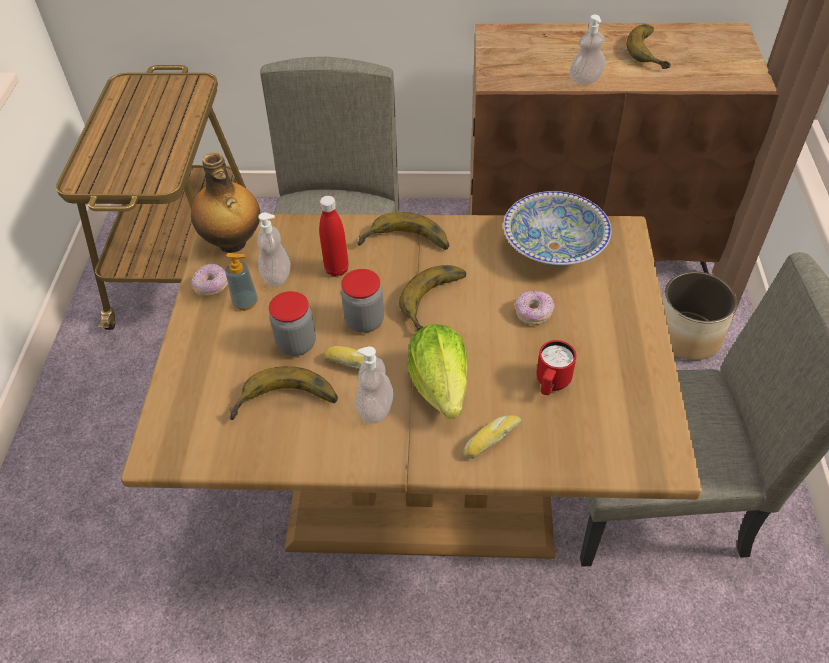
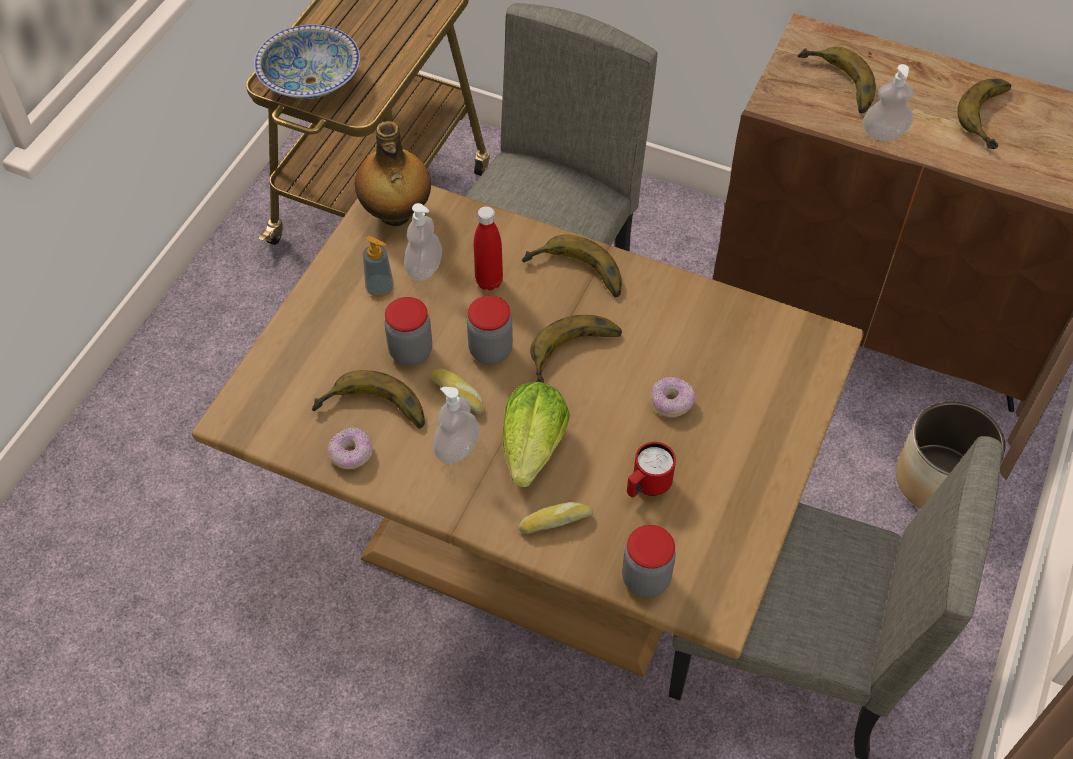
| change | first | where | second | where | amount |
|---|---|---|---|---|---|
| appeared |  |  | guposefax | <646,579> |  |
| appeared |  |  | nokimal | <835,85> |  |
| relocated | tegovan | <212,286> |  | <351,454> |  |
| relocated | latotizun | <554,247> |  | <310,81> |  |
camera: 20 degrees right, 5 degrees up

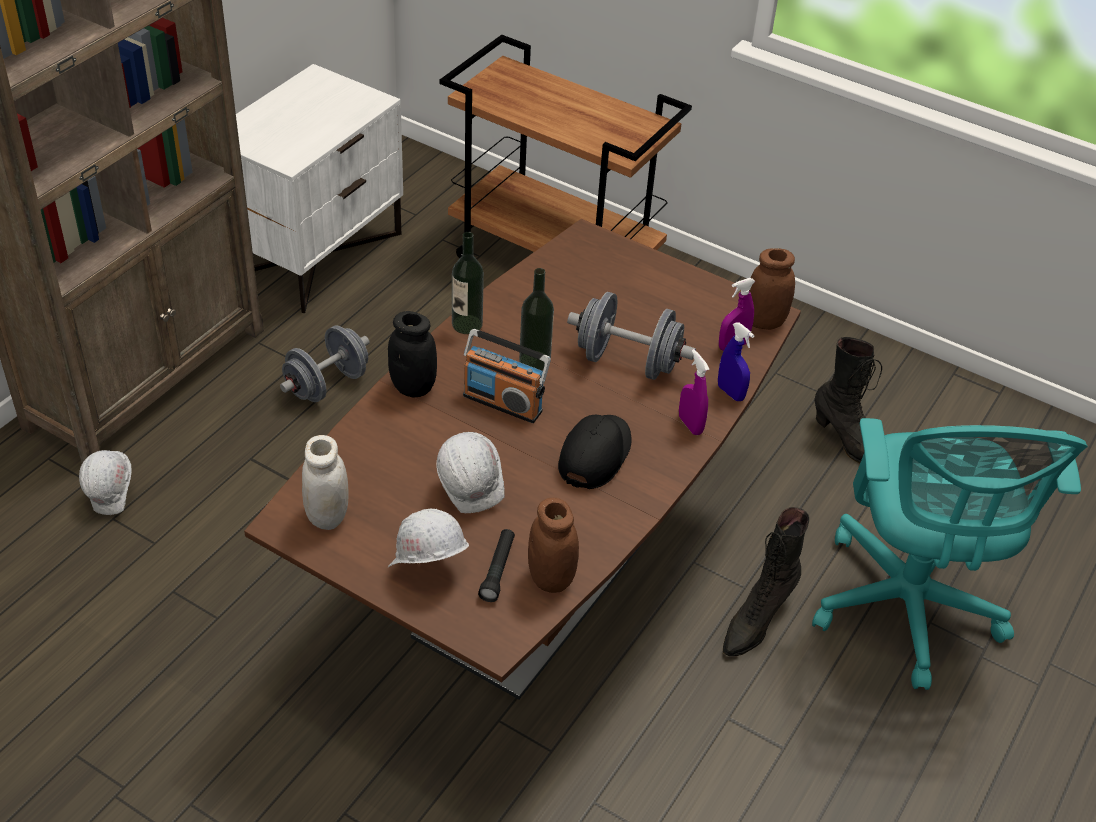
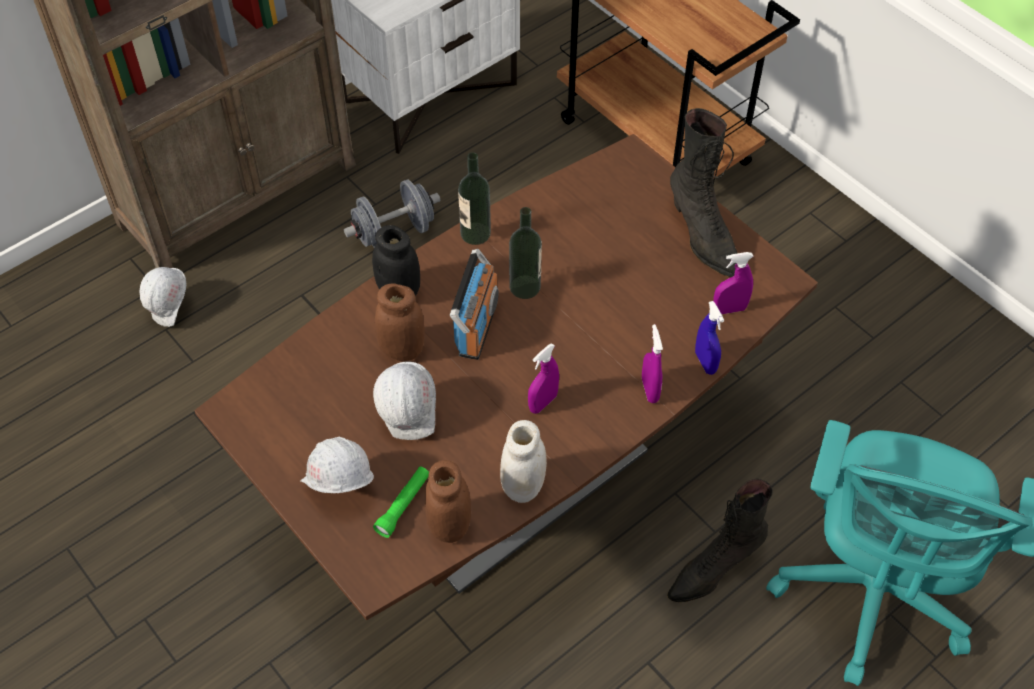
| change | first | where | second | where | amount |
|---|---|---|---|---|---|
| missing | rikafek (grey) | <628,362> |  |  |  |
| relocated | guposefax (white) | <327,516> |  | <523,486> |  |
| relocated | guposefax (brown) | <764,321> |  | <402,350> |  |
| relocated | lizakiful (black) | <850,444> |  | <702,237> |  |
| exchanged | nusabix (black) | <595,455> | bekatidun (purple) | <543,403> |  |
| colour | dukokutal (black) | <497,570> | dukokutal (green) | <403,505> |  |
| spun | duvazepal | <503,402> |  | <477,327> | 120 degrees counterclockwise |
camera: 20 degrees right, 10 degrees up

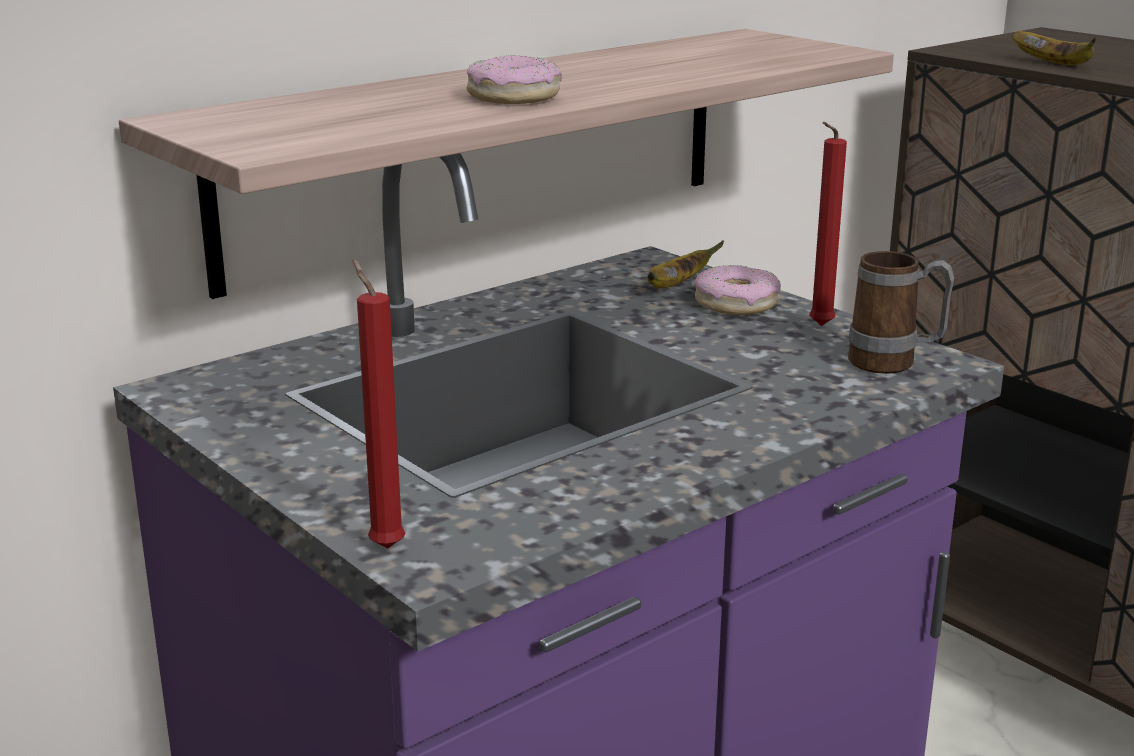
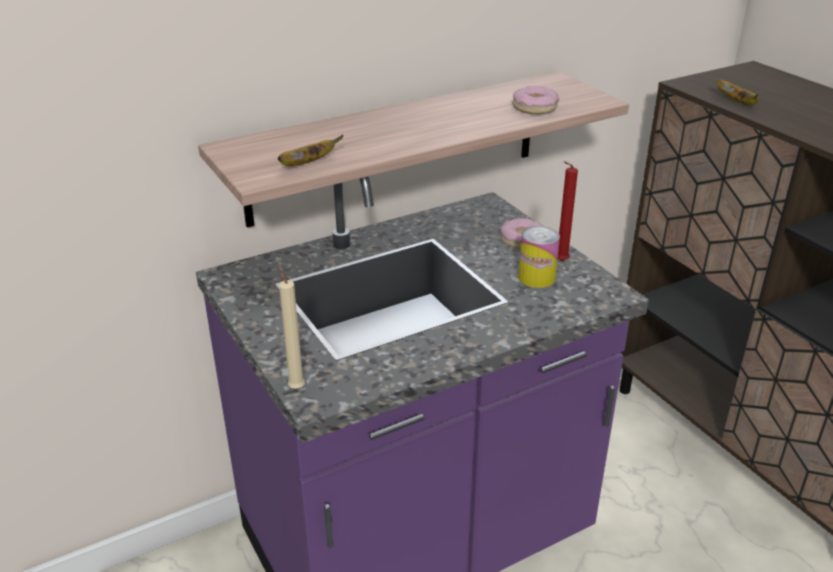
| change | first | where | second | where | amount |
|---|---|---|---|---|---|
| missing | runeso | <895,364> |  |  |  |
| appeared |  |  | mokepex | <536,277> |  |
| relocated | tegovan | <513,96> |  | <534,107> |  |
| relocated | nokimal | <676,286> |  | <308,163> |  |
| colour | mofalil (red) | <384,545> | mofalil (beige) | <296,387> |  |
camera: 10 degrees right, 10 degrees up

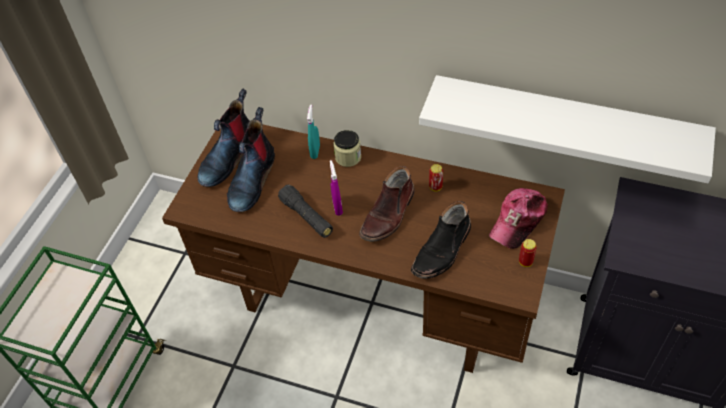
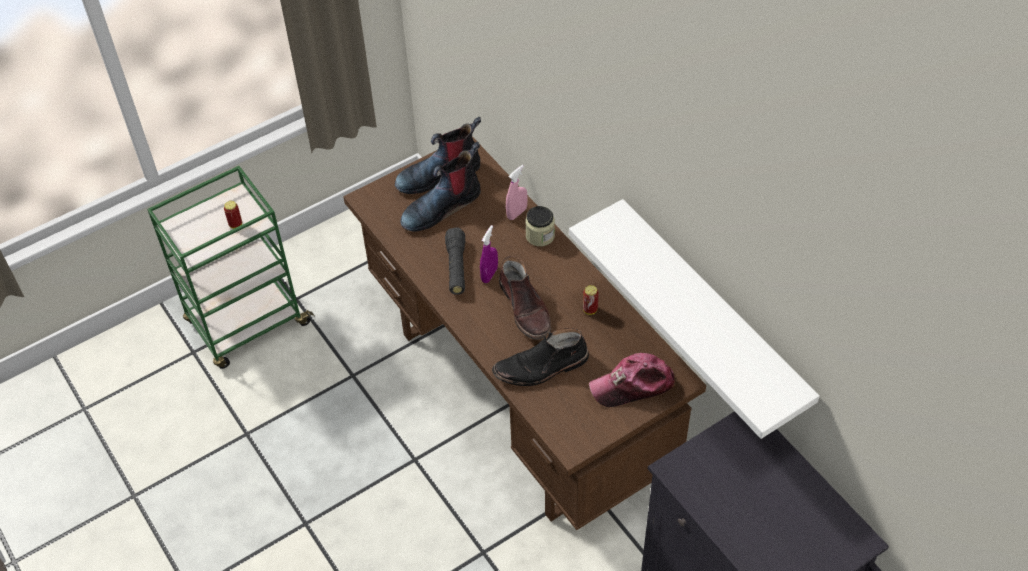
| change | first | where | second | where | amount |
|---|---|---|---|---|---|
| relocated | mokepex | <525,262> |  | <235,224> |  |
| colour | bekatidun (turquoise) | <315,151> | bekatidun (pink) | <517,213> |  |
| spun | lizakiful (brown) | <389,214> |  | <526,308> | 90 degrees counterclockwise |
camera: 35 degrees right, 0 degrees up

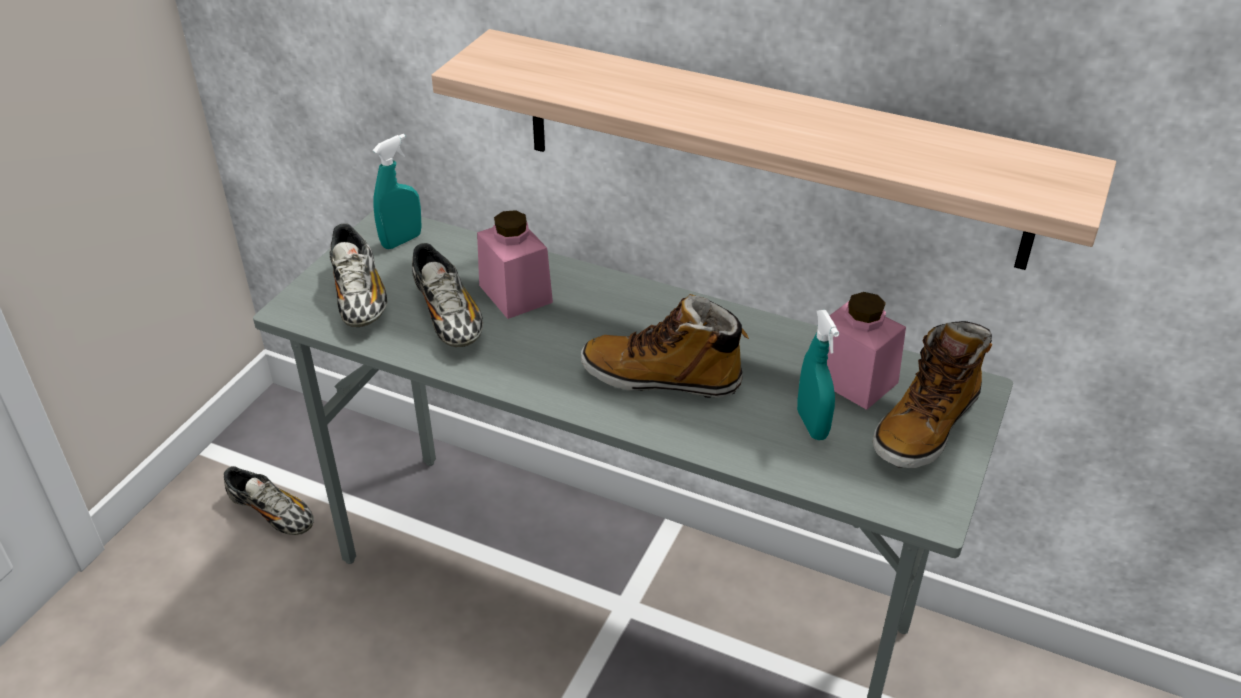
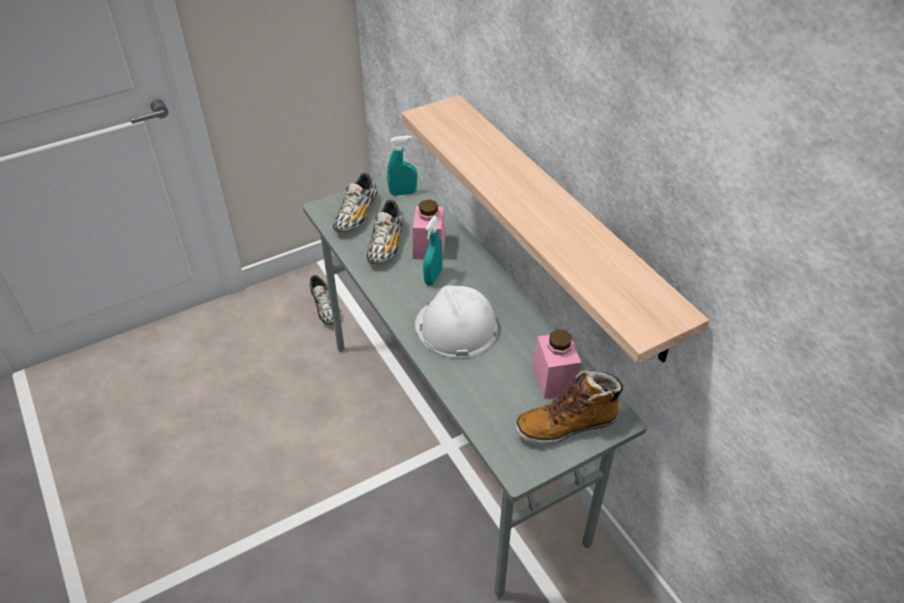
| change | first | where | second | where | amount |
|---|---|---|---|---|---|
| relocated | bekatidun (turquoise) | <812,425> |  | <433,277> |  |
| exchanged | lizakiful | <662,378> | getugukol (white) | <456,327> |  |
camera: 35 degrees right, 5 degrees up

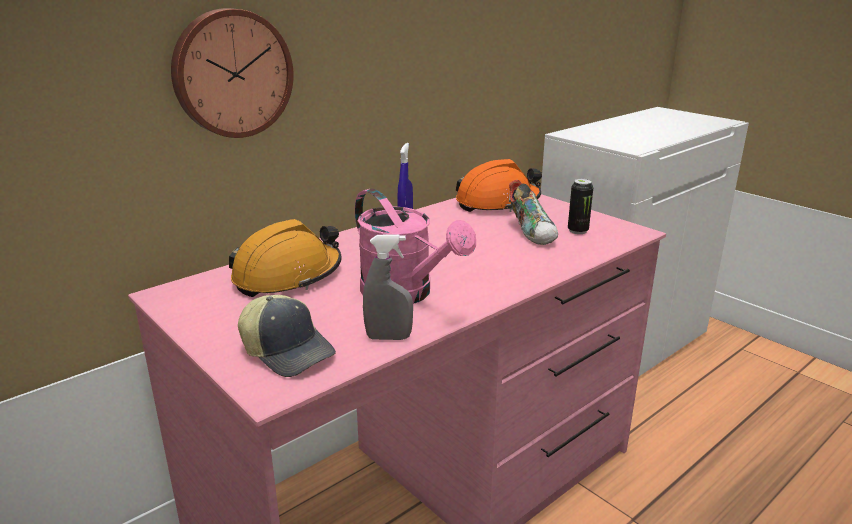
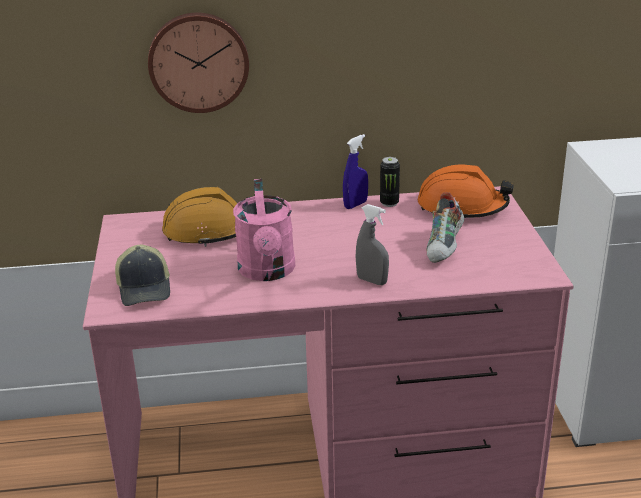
| change | first | where | second | where | amount |
|---|---|---|---|---|---|
| relocated | bekatidun (grey) | <388,337> |  | <372,281> |  |
| relocated | mokepex | <577,231> |  | <389,203> |  |
camera: 35 degrees right, 5 degrees up

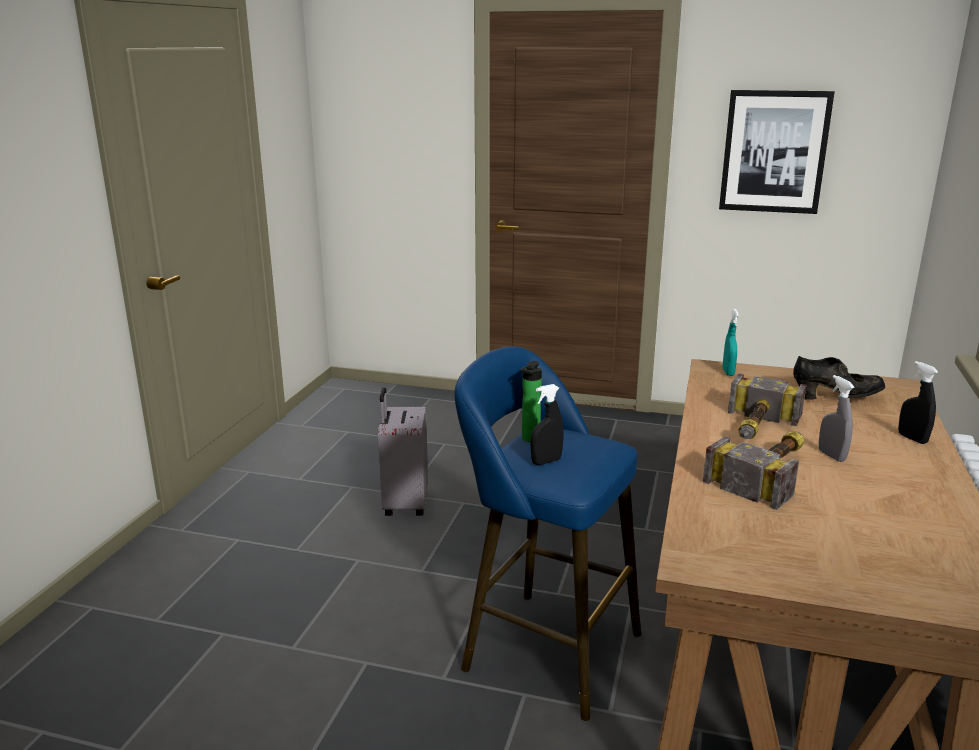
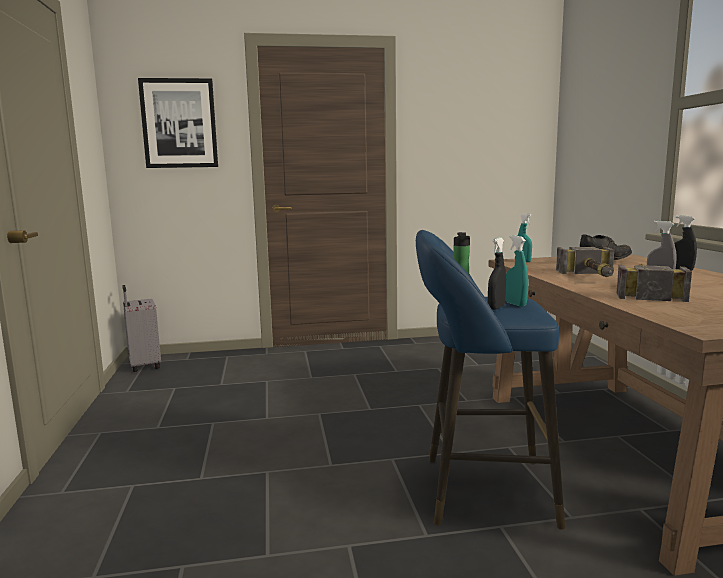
| change | first | where | second | where | amount |
|---|---|---|---|---|---|
| appeared |  |  | bekatidun (turquoise) | <515,304> |  |
| relocated | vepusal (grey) | <404,504> |  | <143,366> |  |
| relocated | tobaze | <774,152> |  | <179,123> |  |
camera: 25 degrees left, 10 degrees down

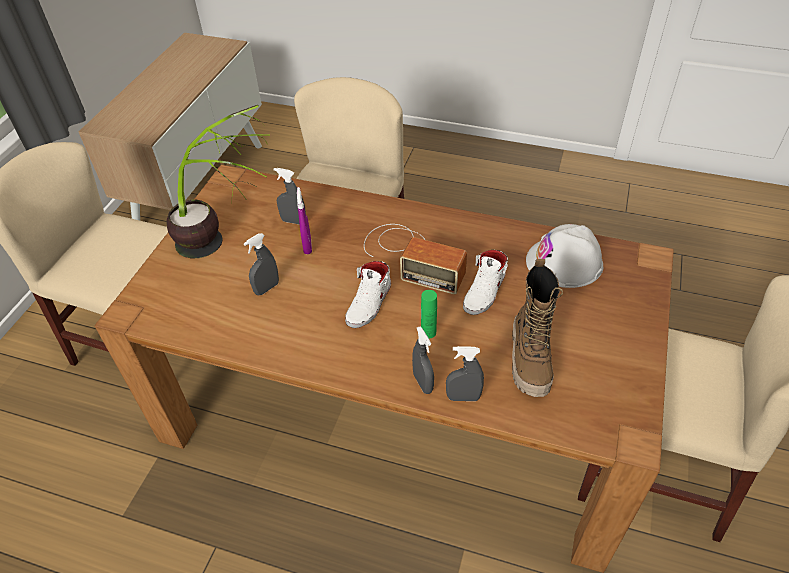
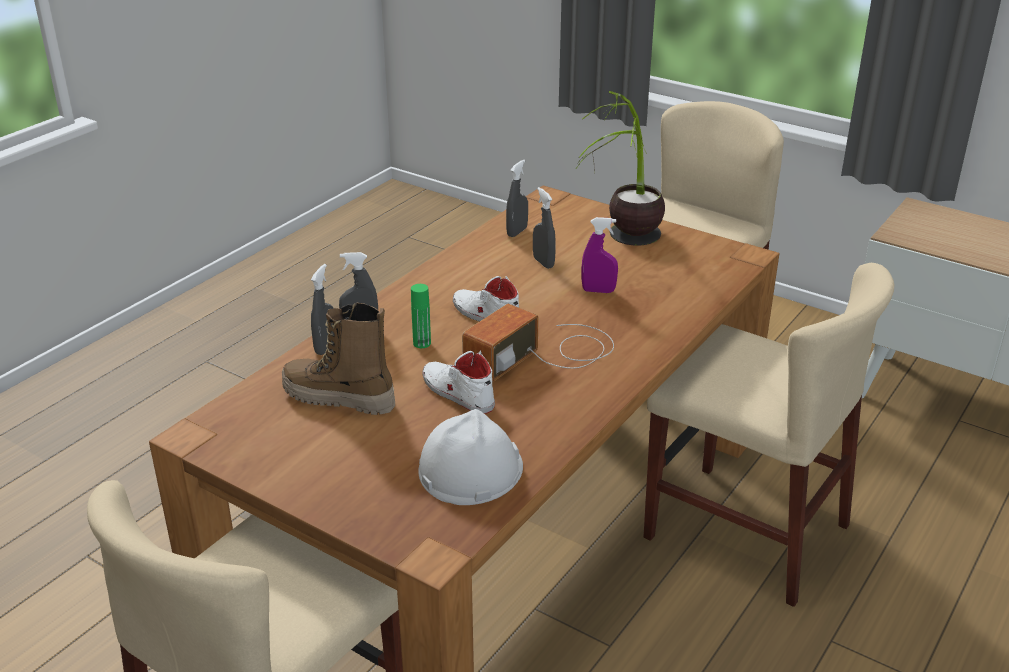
| change | first | where | second | where | amount |
|---|---|---|---|---|---|
| relocated | bekatidun (grey) | <293,221> |  | <517,232> |  |
camera: 105 degrees right, 15 degrees down

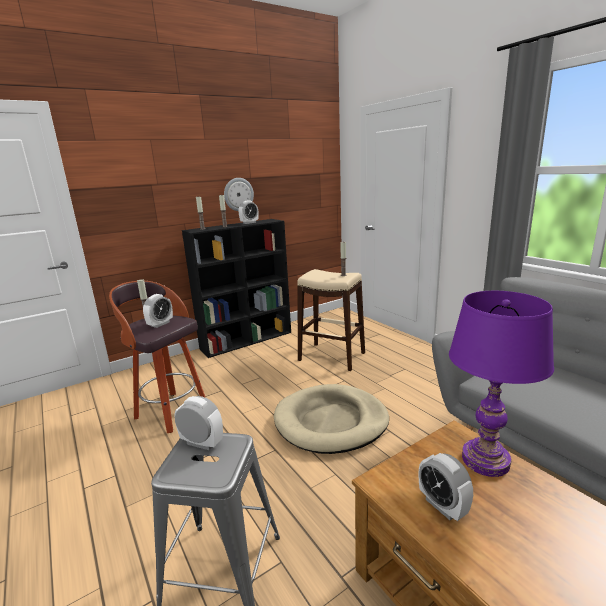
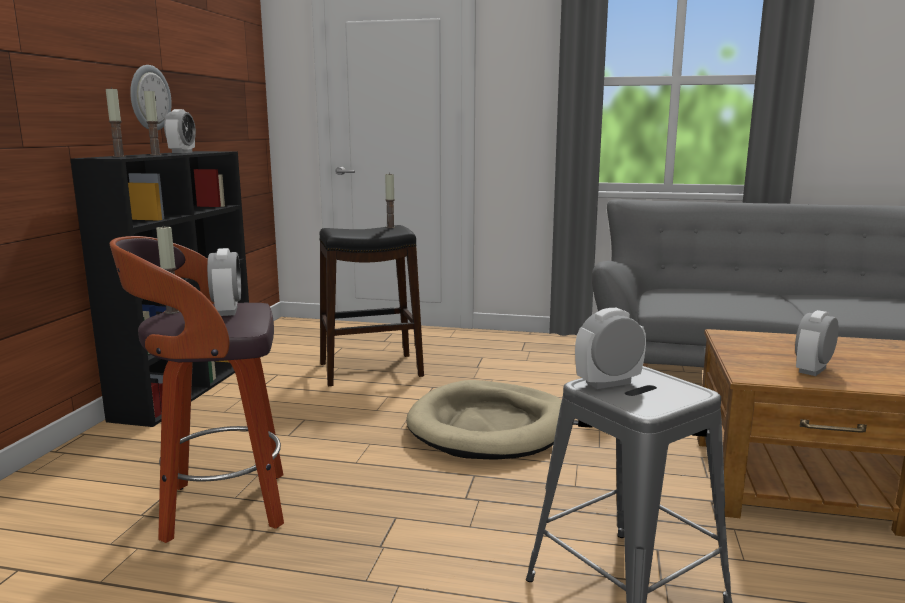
| change | first | where | second | where | amount |
|---|---|---|---|---|---|
| missing | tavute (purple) | <485,460> |  |  |  |
| colour | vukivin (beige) | <332,356> | vukivin (black) | <371,369> |  |
| spun | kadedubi | <442,506> |  | <812,370> | 120 degrees clockwise |
camera: 45 degrees left, 5 degrees down

